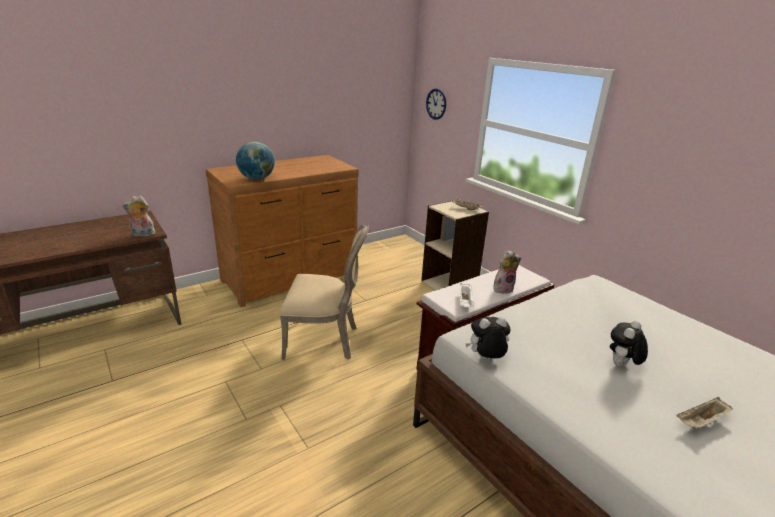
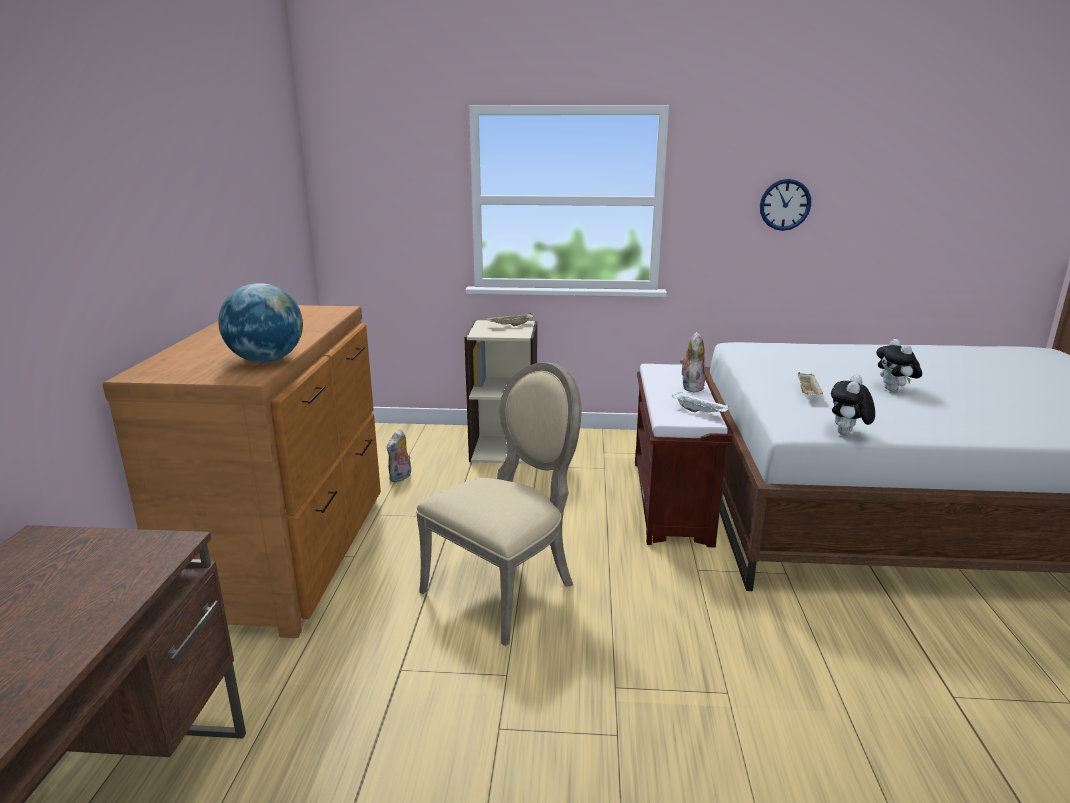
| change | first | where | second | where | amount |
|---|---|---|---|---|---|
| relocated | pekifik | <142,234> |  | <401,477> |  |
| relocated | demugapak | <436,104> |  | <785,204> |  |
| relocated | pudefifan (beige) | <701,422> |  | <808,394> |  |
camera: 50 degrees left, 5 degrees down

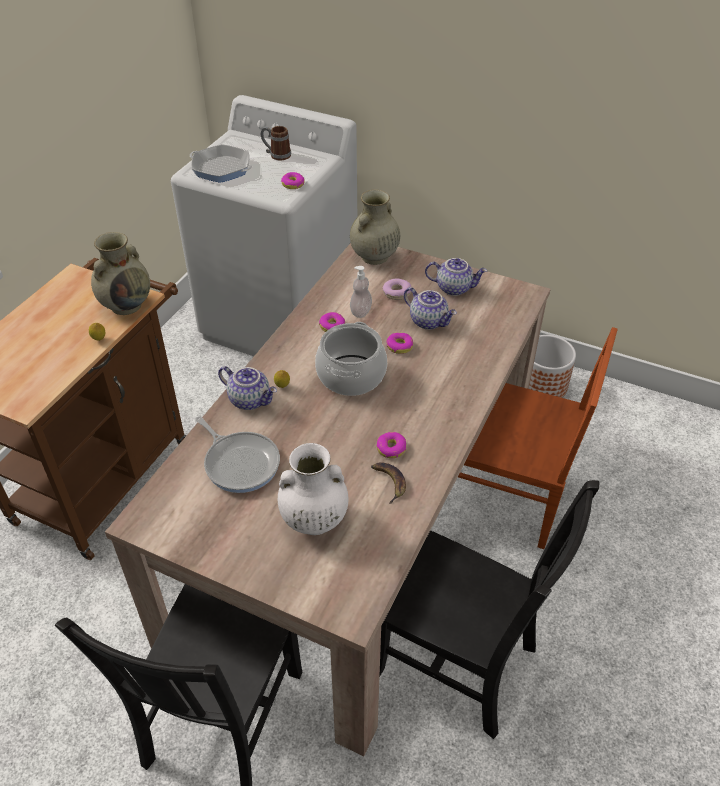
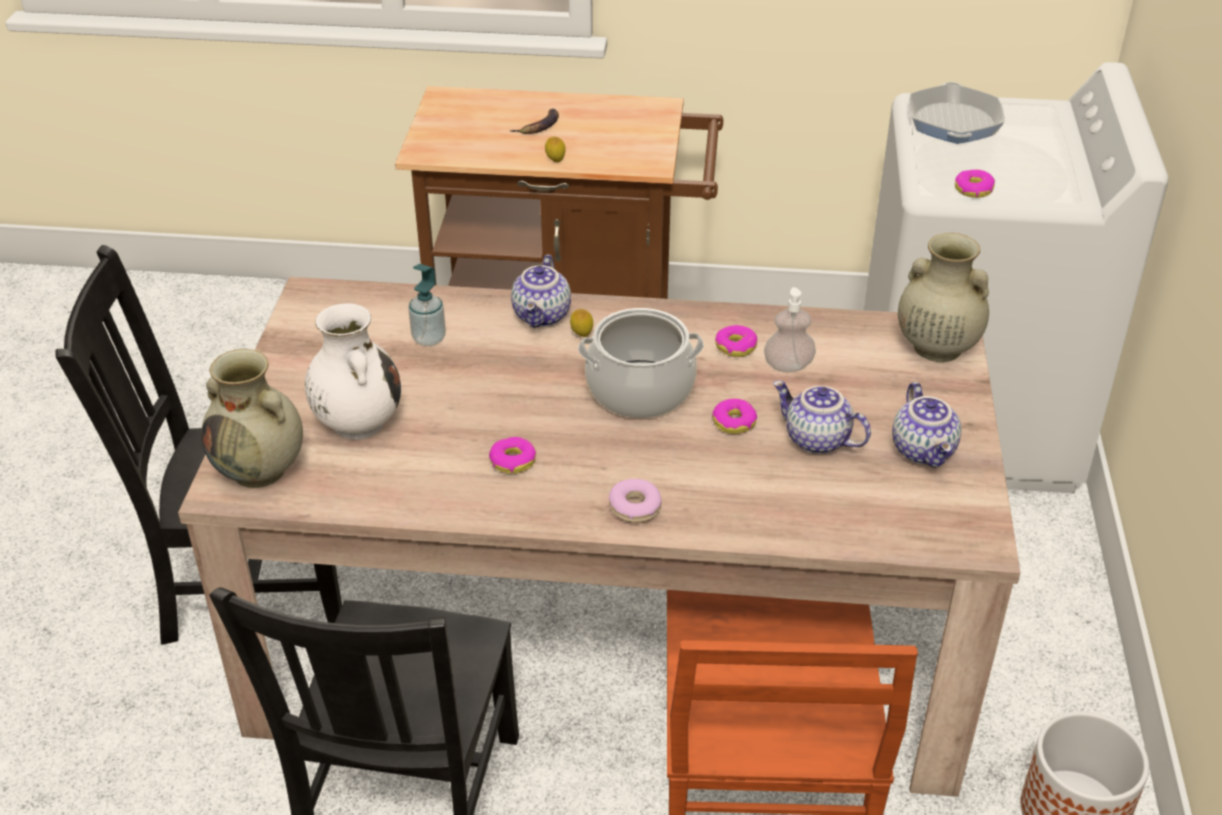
| change | first | where | second | where | amount |
|---|---|---|---|---|---|
| missing | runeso | <276,155> |  |  |  |
| relocated | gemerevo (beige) | <127,305> |  | <261,470> |  |
| relocated | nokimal | <389,482> |  | <539,126> |  |
| relocated | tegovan | <397,293> |  | <635,507> |  |
| exchanged | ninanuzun | <240,463> | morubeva | <429,339> |  |
| spun | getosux | <429,321> |  | <815,440> | 105 degrees clockwise |
camera: 70 degrees right, 5 degrees down

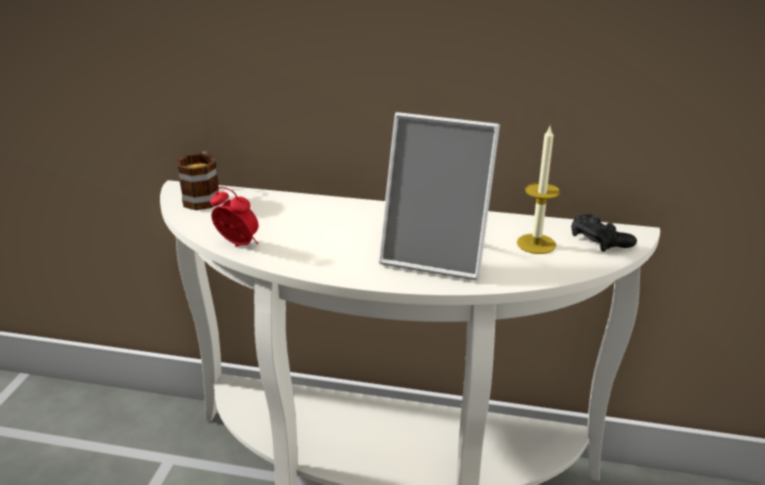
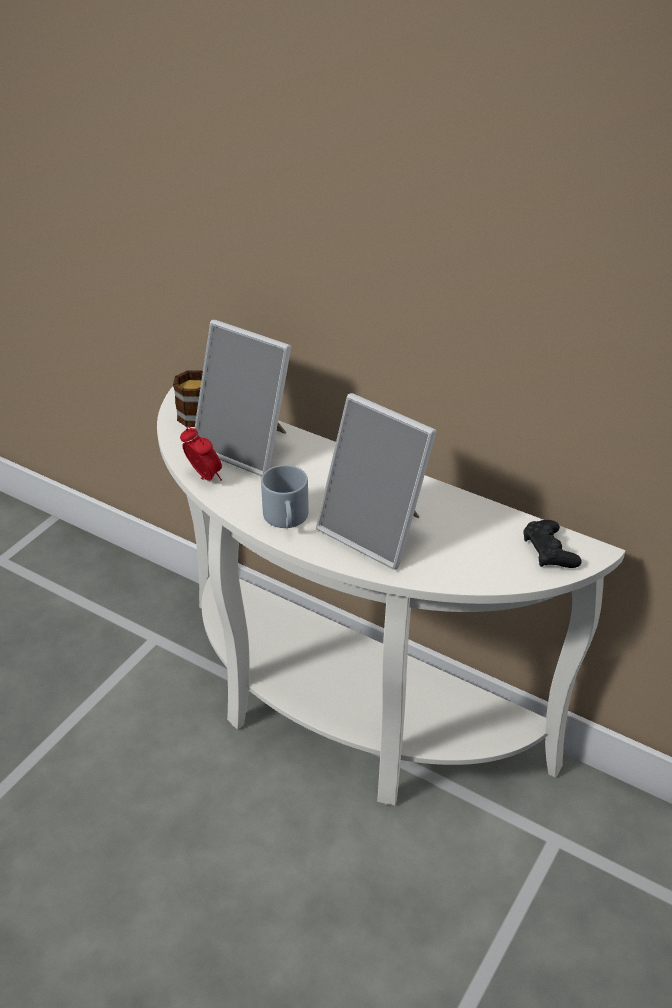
| change | first | where | second | where | amount |
|---|---|---|---|---|---|
| missing | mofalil | <536,244> |  |  |  |
| appeared |  |  | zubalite | <248,447> |  |
| appeared |  |  | runeso (grey) | <287,519> |  |
camera: 20 degrees right, 10 degrees up

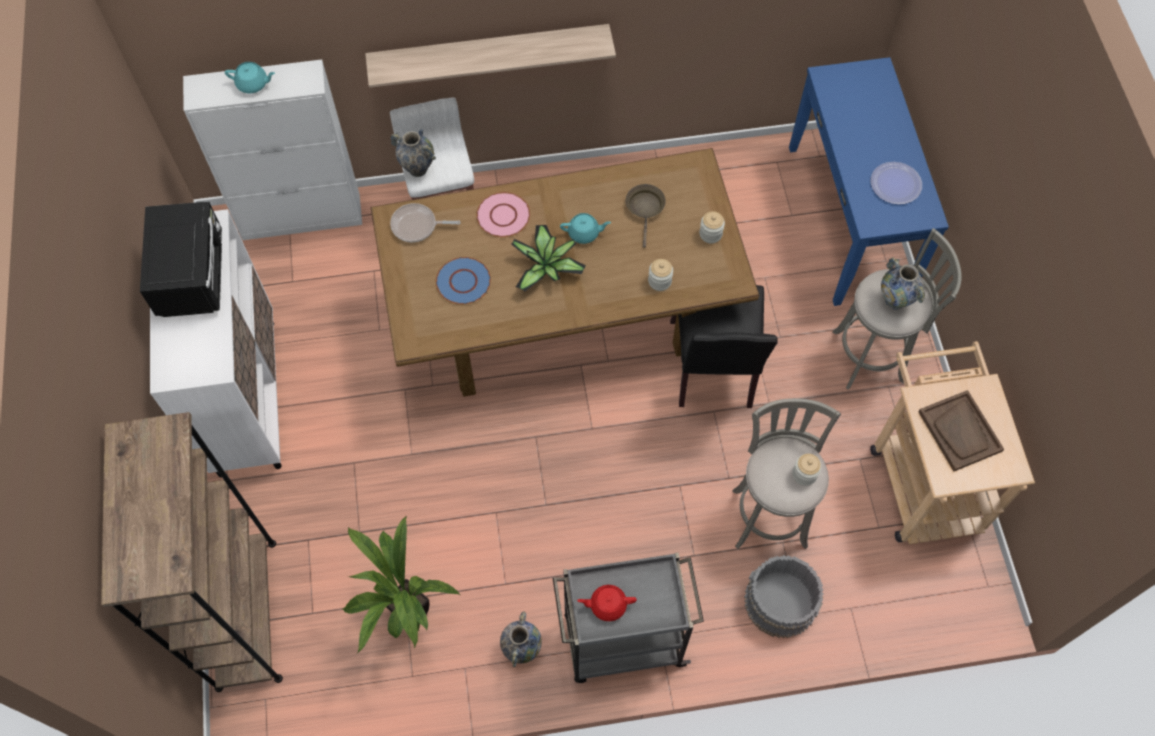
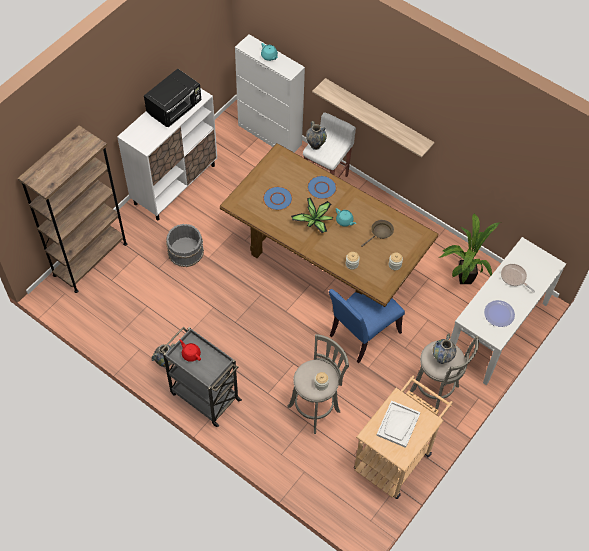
| change | first | where | second | where | amount |
|---|---|---|---|---|---|
| relocated | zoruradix | <406,618> |  | <461,279> |  |
| relocated | ninanuzun | <417,226> |  | <514,277> |  |
| relocated | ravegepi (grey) | <779,603> |  | <185,251> |  |
| colour | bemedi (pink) | <503,216> | bemedi (blue) | <321,188> |  |
| colour | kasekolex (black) | <714,369> | kasekolex (blue) | <361,334> |  |
| colour | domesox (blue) | <850,218> | domesox (white) | <497,330> |  |
| colour | pudefifan (brown) | <960,431> | pudefifan (white) | <398,424> |  |
camera: 45 degrees right, 5 degrees down

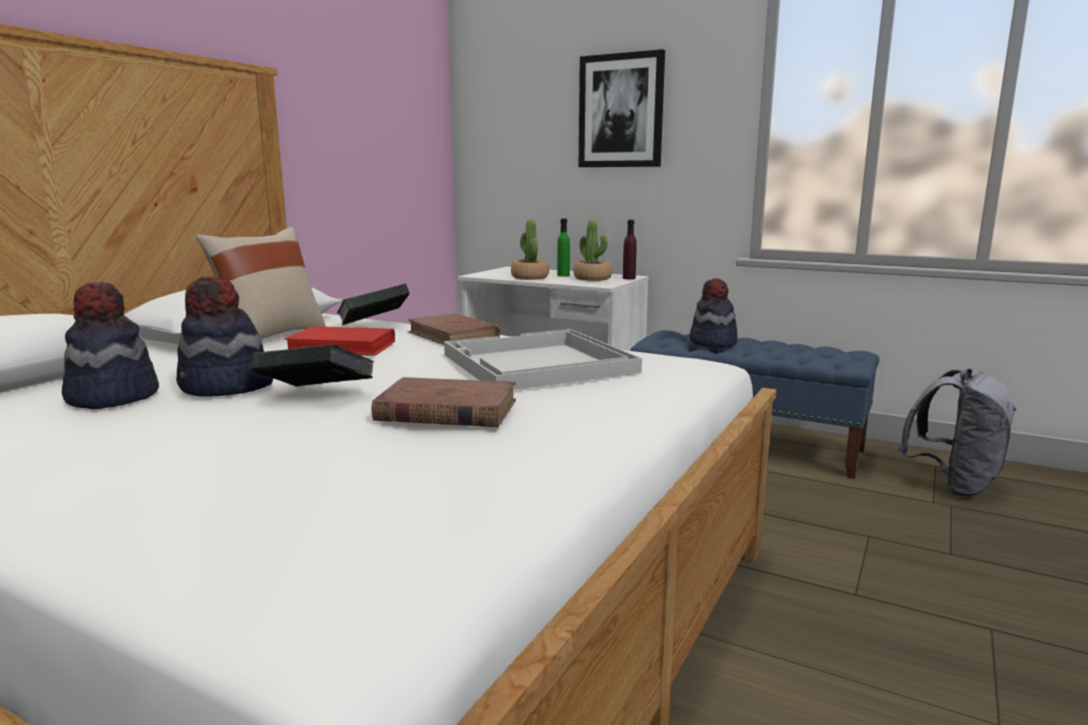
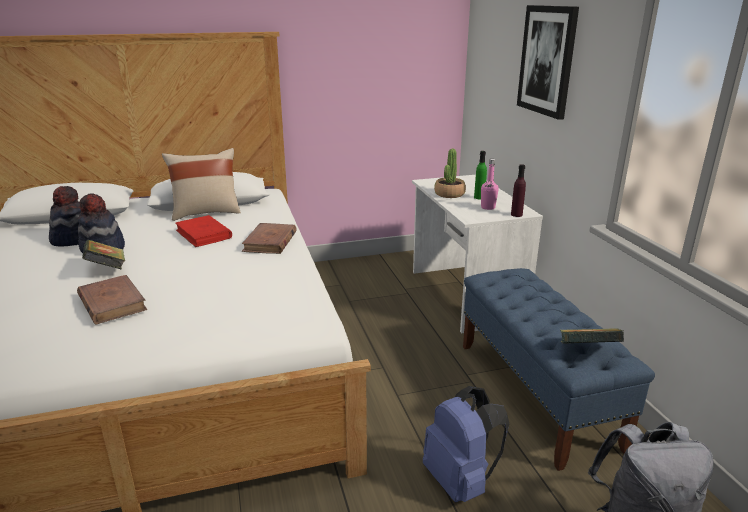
| change | first | where | second | where | amount |
|---|---|---|---|---|---|
| missing | pudefifan (white) | <537,364> |  |  |  |
| missing | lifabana | <712,343> |  |  |  |
| appeared |  |  | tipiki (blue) | <460,481> |  |
| relocated | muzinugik | <374,325> |  | <587,351> |  |
| exchanged | zoruradix | <592,278> | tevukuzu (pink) | <488,207> |  |
camera: 45 degrees right, 10 degrees up

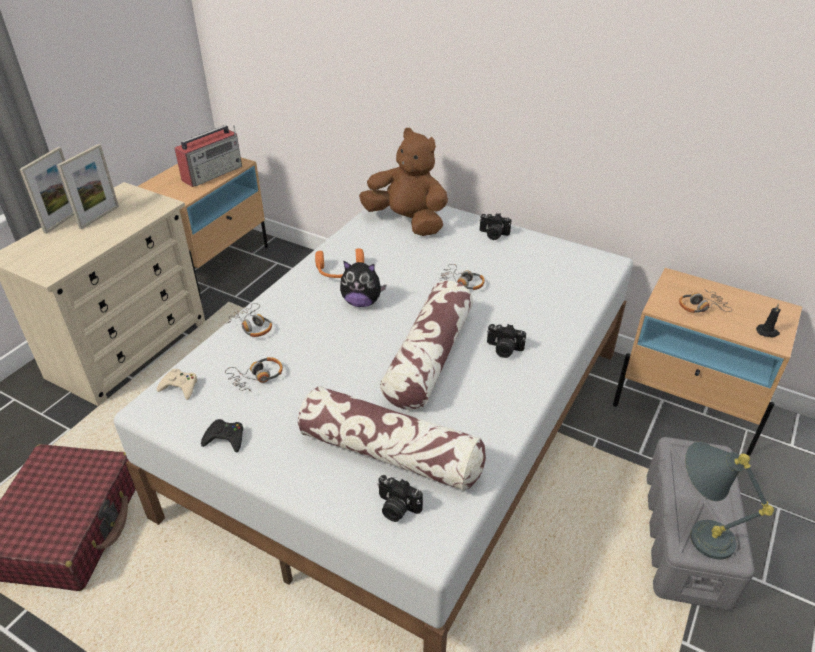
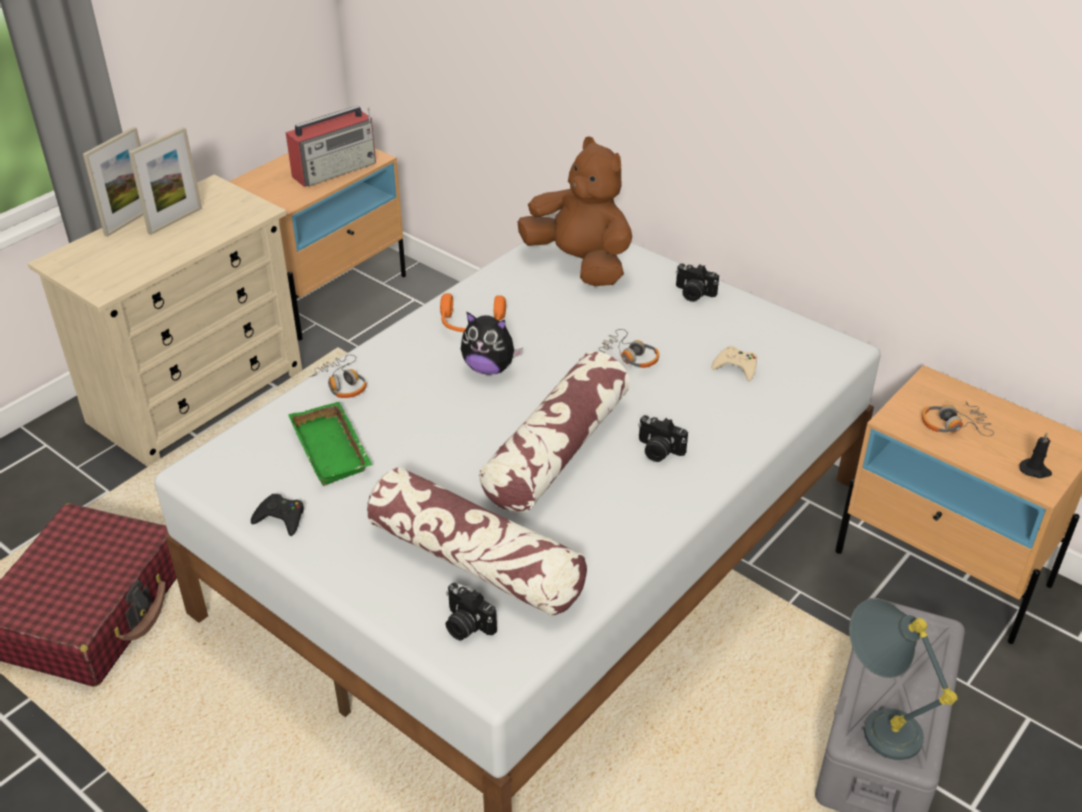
| change | first | where | second | where | amount |
|---|---|---|---|---|---|
| relocated | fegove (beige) | <180,387> |  | <736,367> |  |
| exchanged | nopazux | <257,378> | pudefifan (green) | <334,449> |  |
camera: 10 degrees right, 0 degrees up

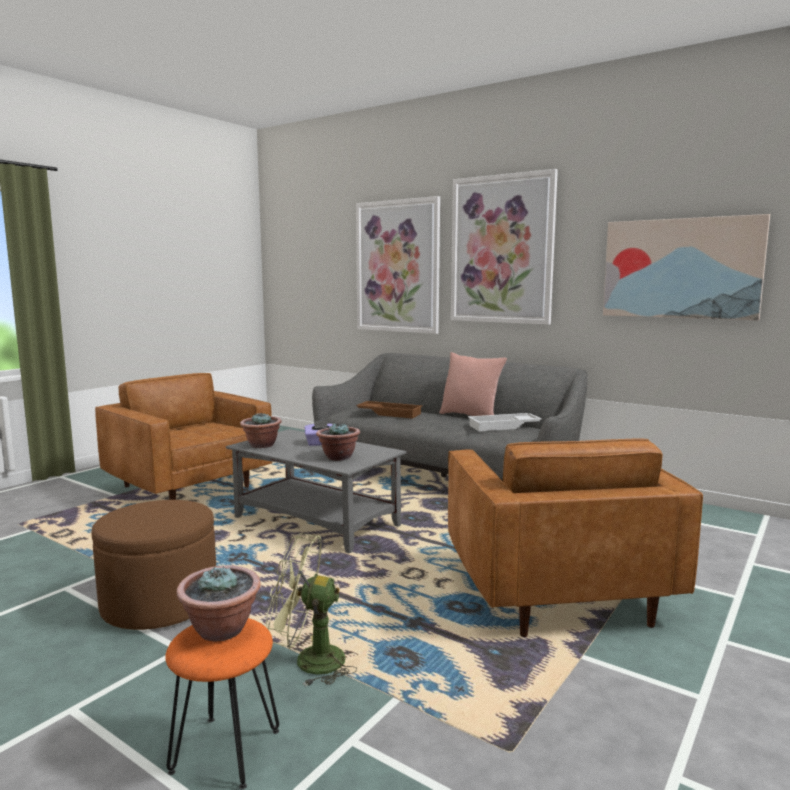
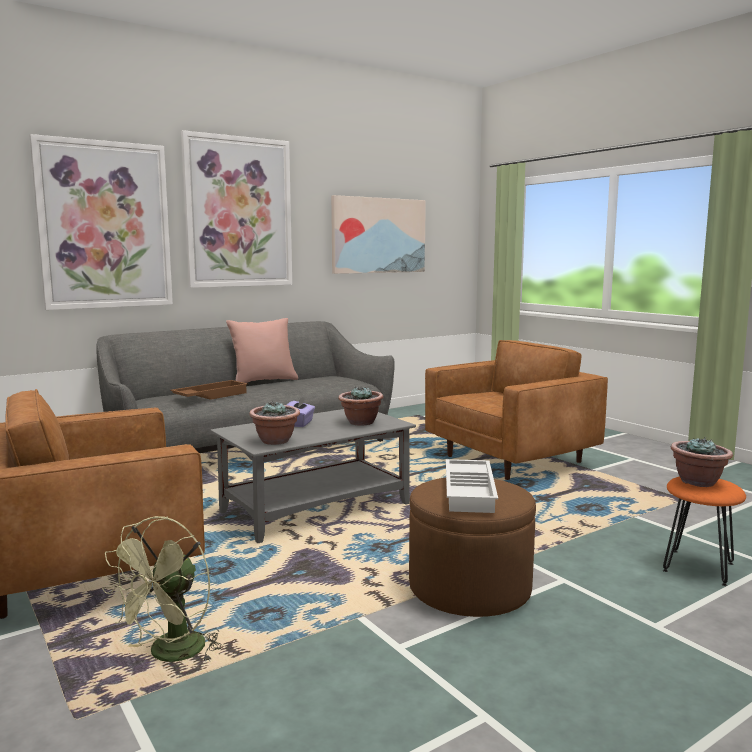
| change | first | where | second | where | amount |
|---|---|---|---|---|---|
| relocated | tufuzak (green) | <308,661> |  | <170,655> |  |
| relocated | pudefifan (white) | <503,426> |  | <471,492> |  |
| spun | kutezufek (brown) | <555,591> |  | <510,460> | 45 degrees counterclockwise |
camera: 70 degrees left, 0 degrees up

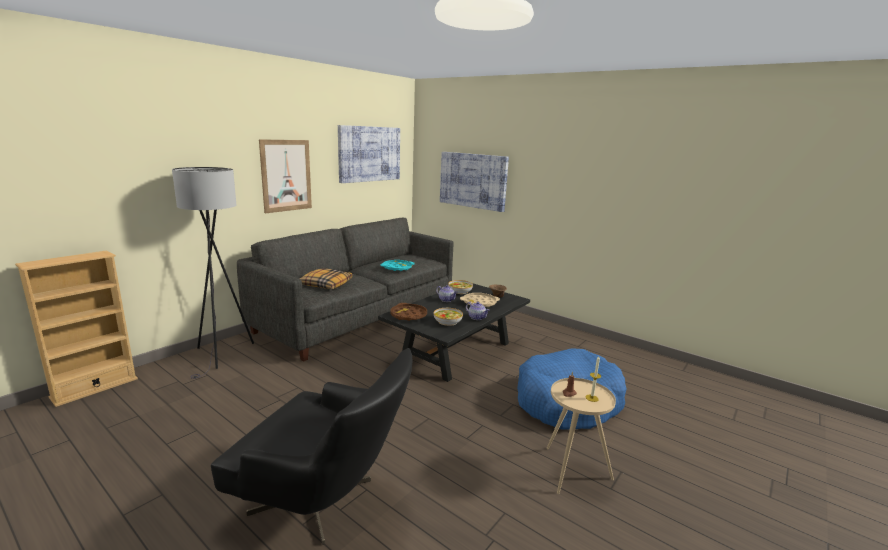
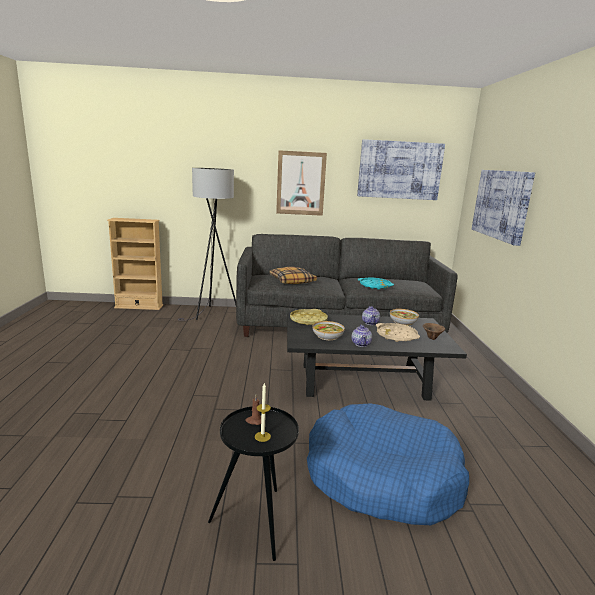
| change | first | where | second | where | amount |
|---|---|---|---|---|---|
| missing | kutezufek (black) | <325,502> |  |  |  |
| colour | pudefifan (brown) | <408,315> | pudefifan (yellow) | <308,320> |  |
| colour | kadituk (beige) | <571,470> | kadituk (black) | <257,520> |  |
camera: 50 degrees right, 0 degrees up

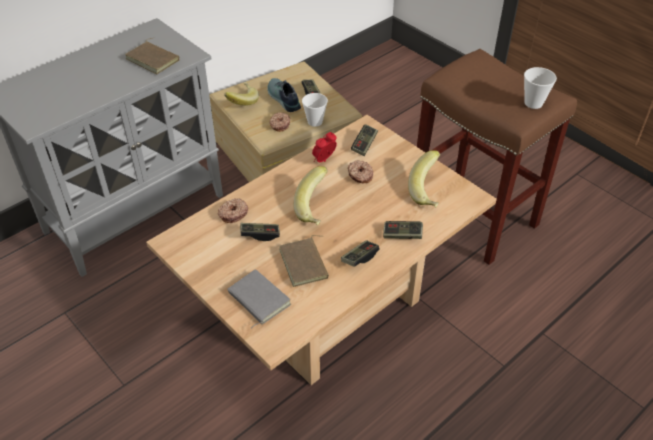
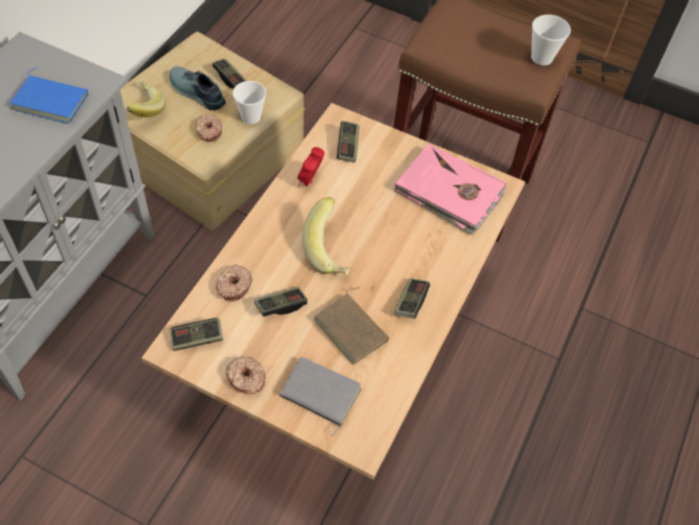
| change | first | where | second | where | amount |
|---|---|---|---|---|---|
| relocated | tegovan | <360,175> |  | <246,379> |  |
| relocated | fegove | <402,235> |  | <197,339> |  |
| exchanged | nokimal | <429,192> | muzinugik (pink) | <449,192> |  |
| colour | muzinugik (brown) | <154,59> | muzinugik (blue) | <52,100> |  |
camera: 25 degrees left, 10 degrees up

